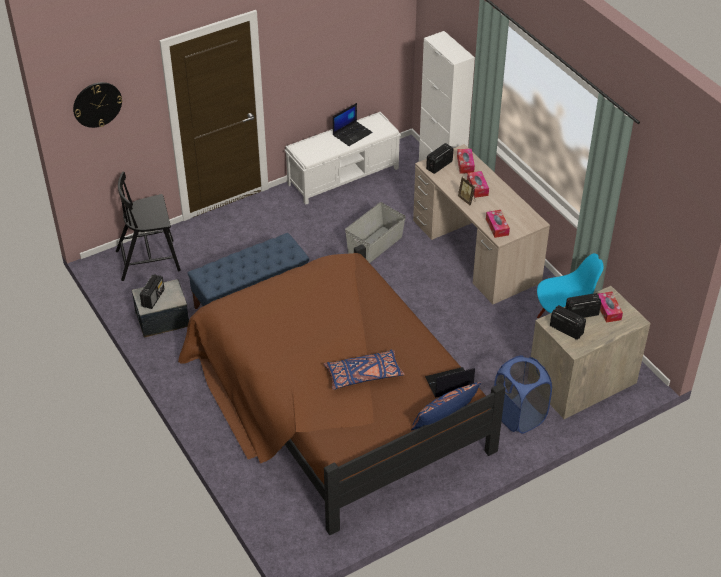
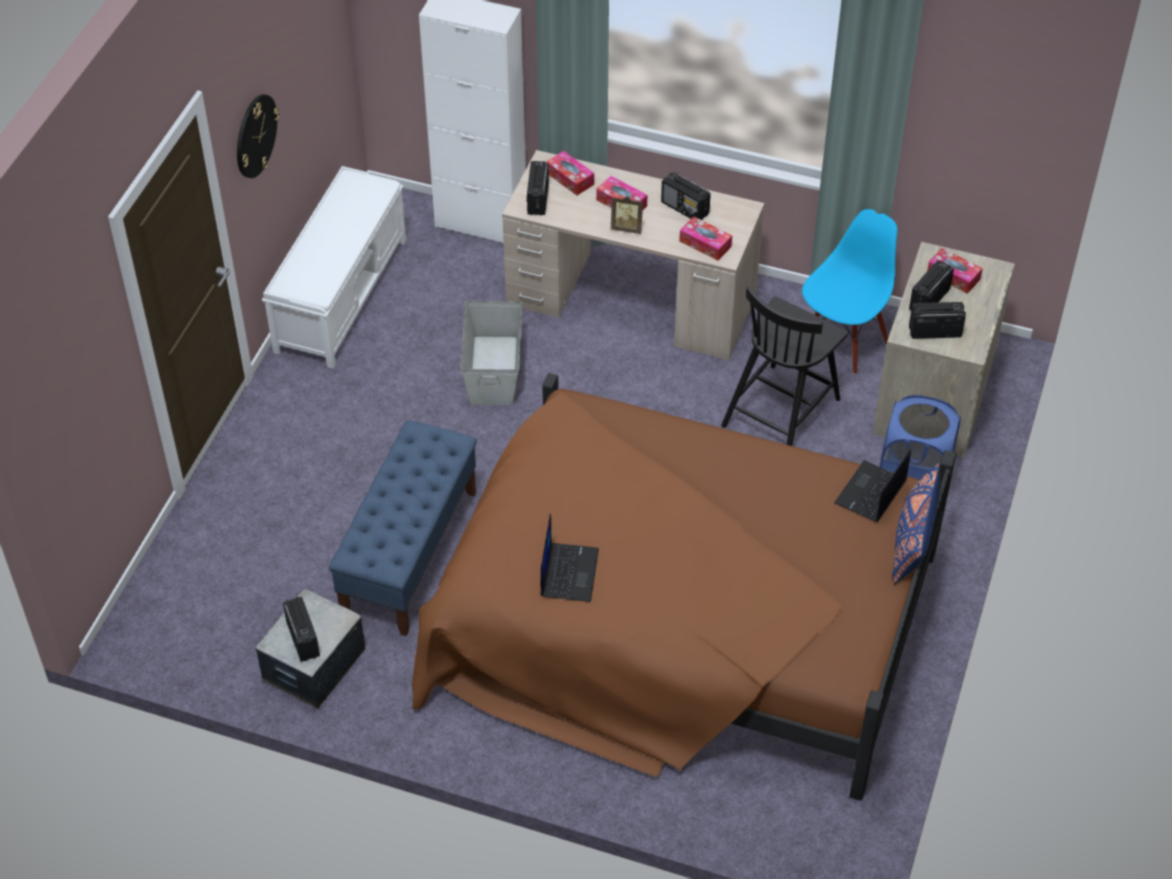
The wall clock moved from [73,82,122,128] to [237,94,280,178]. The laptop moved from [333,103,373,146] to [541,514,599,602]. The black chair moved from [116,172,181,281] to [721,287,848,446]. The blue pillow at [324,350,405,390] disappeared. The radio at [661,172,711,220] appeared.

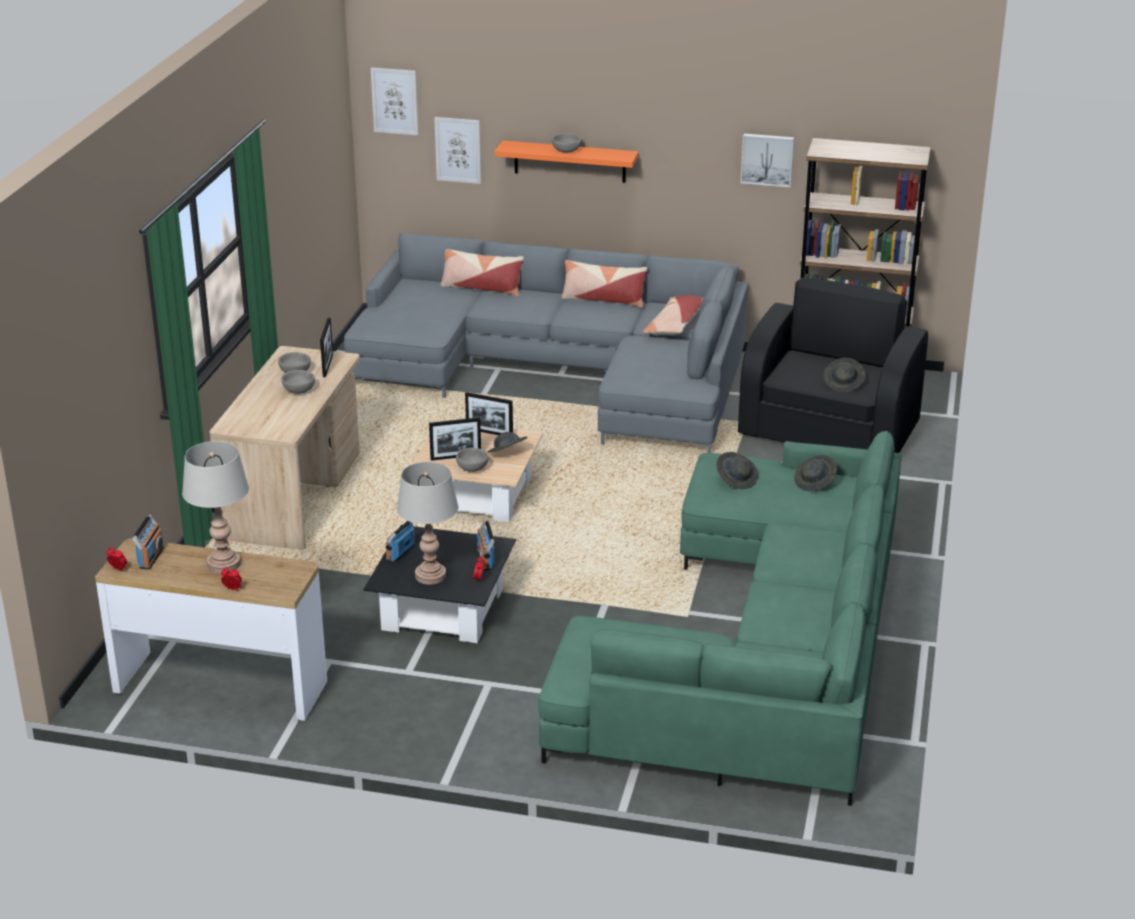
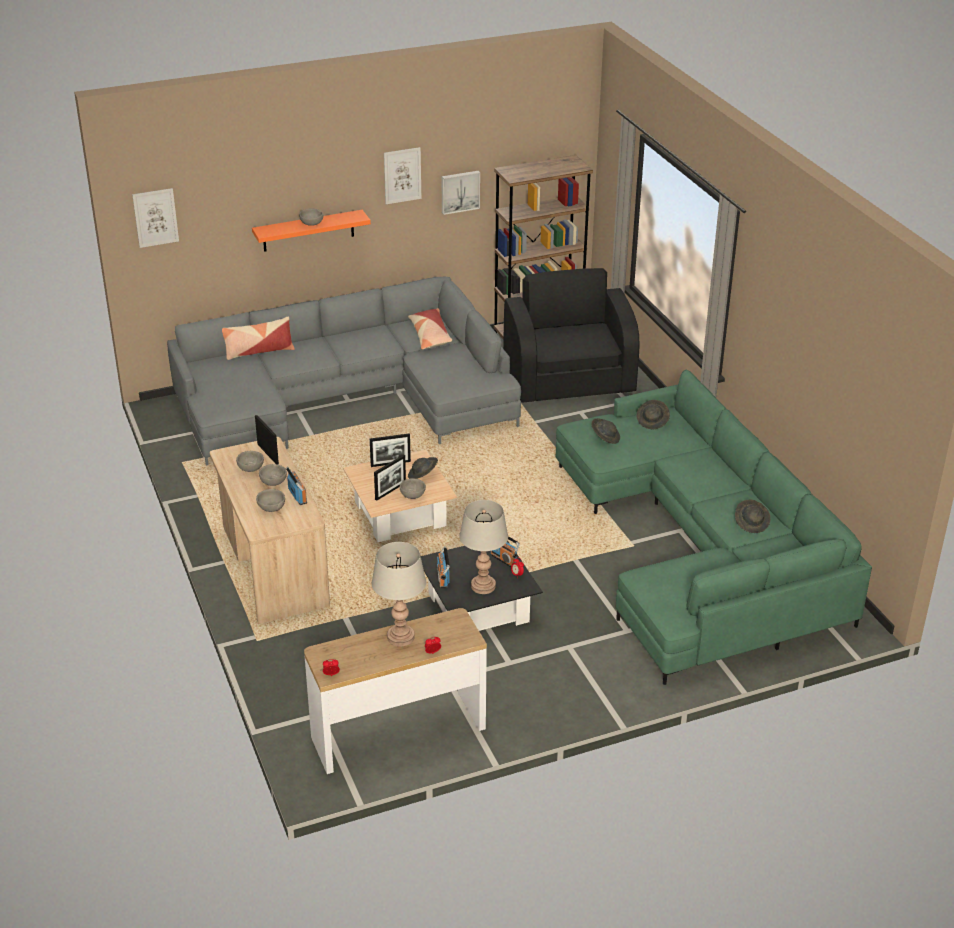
The picture moved from [434,117,481,184] to [384,147,421,204]. The pillow at [562,260,647,308] disappeared. The grey hat moved from [824,358,865,393] to [735,500,770,533]. The radio moved from [132,515,164,569] to [286,467,307,505]. The grey bowl at [256,489,285,512] appeared.

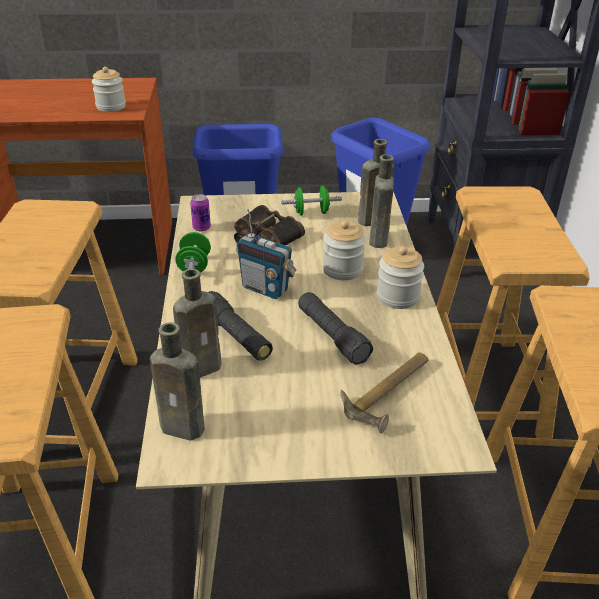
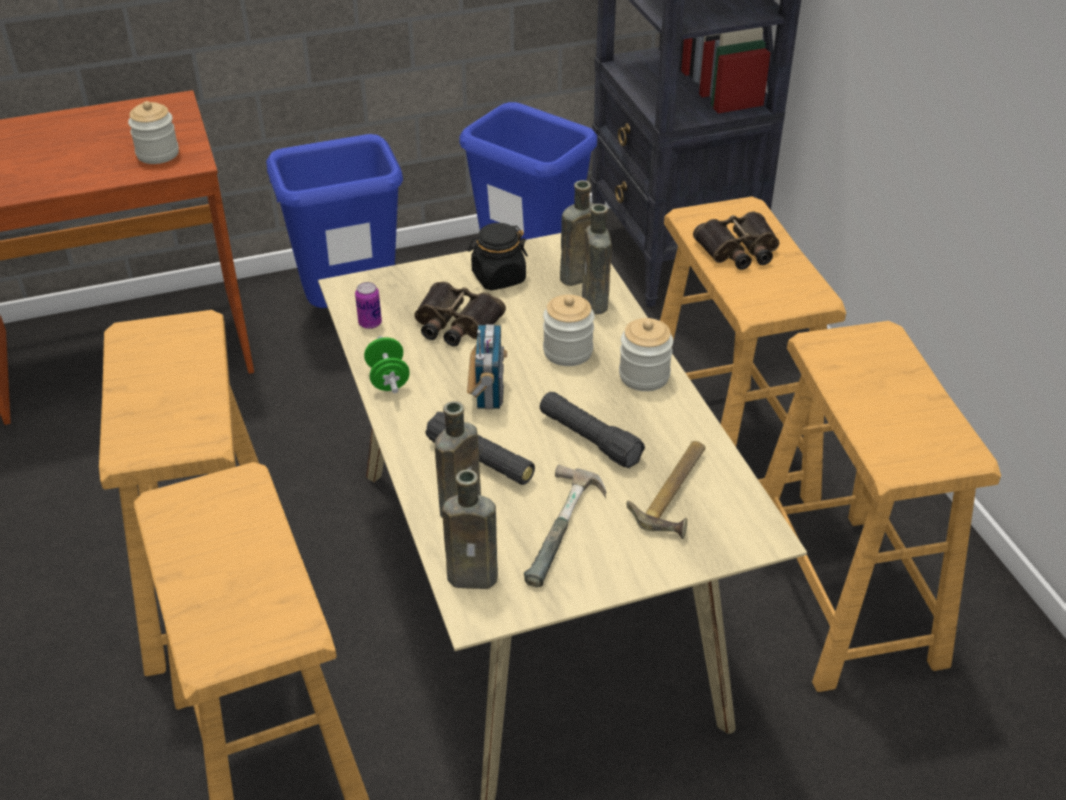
The green dumbbell at [281,186,342,216] was replaced by the black jar at [468,223,528,290]. The radio at [236,209,296,299] turned 105 degrees counterclockwise. The binoculars at [693,211,780,270] appeared. The hammer at [524,465,606,587] appeared.

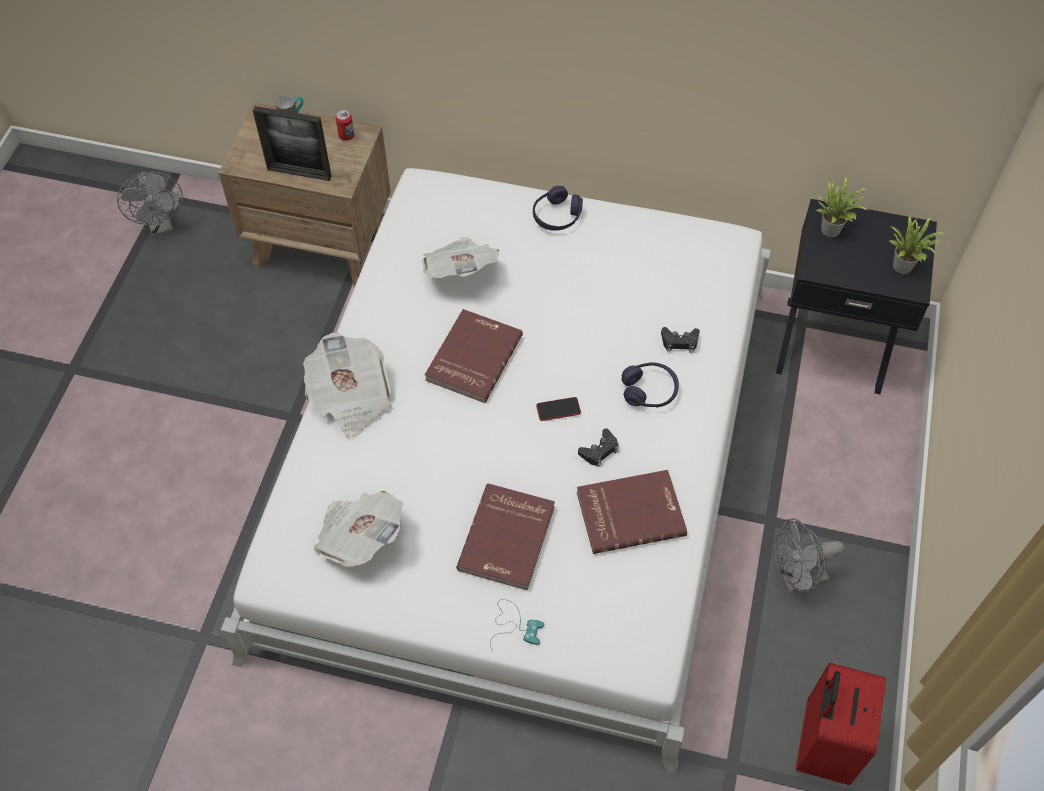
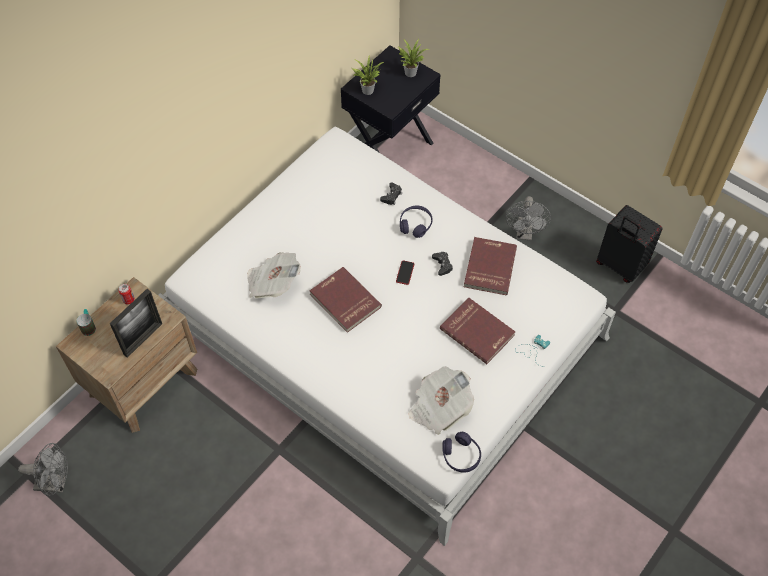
The purple headphones moved from [533,186,583,231] to [442,432,481,473]. The newspaper at [303,332,392,437] disappeared. The red suitcase at [796,663,886,785] became the black suitcase at [596,205,662,283].

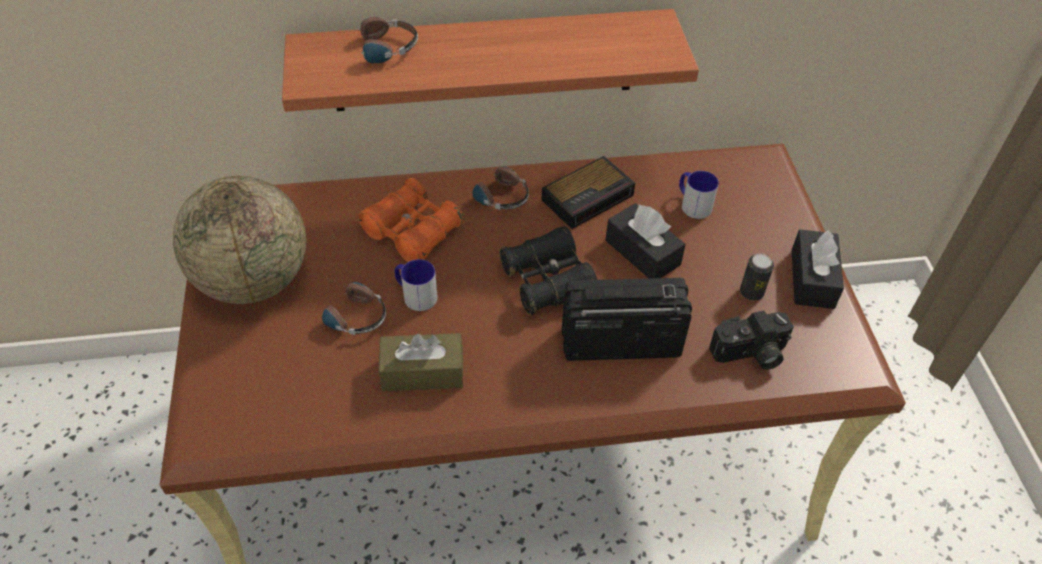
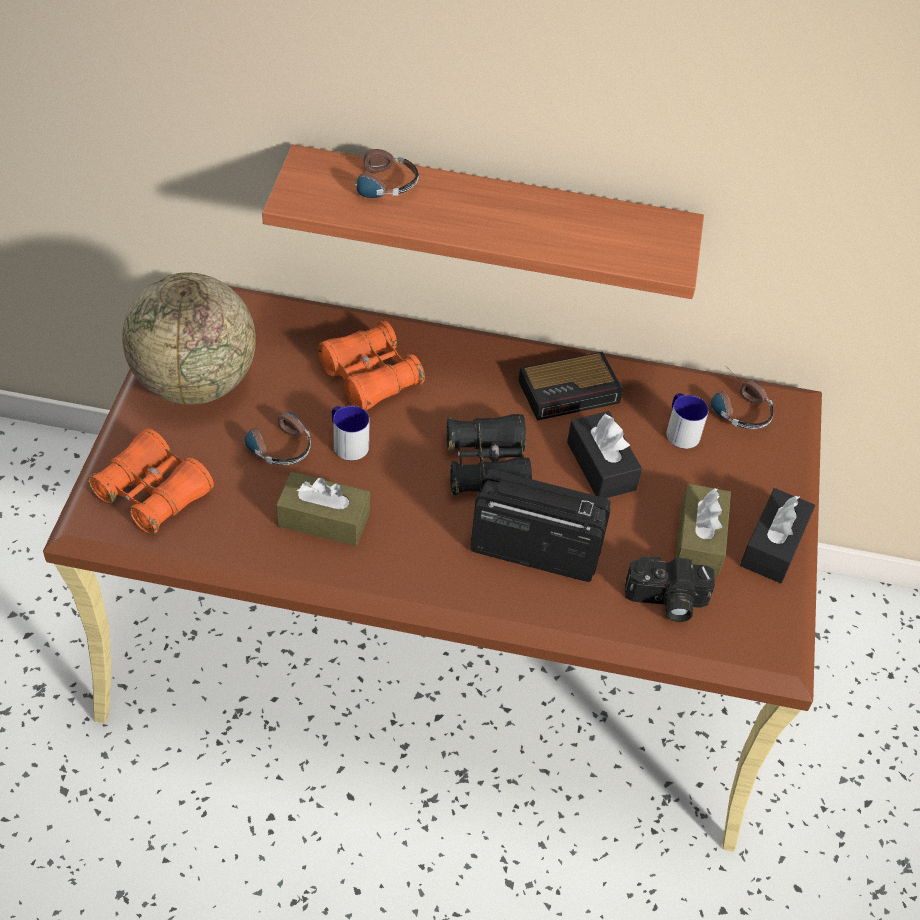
The headphones moved from [472,161,529,210] to [710,369,773,429]. The can at [740,254,774,301] was replaced by the brown tissue box at [675,484,731,577]. The orange binoculars at [88,428,214,535] appeared.

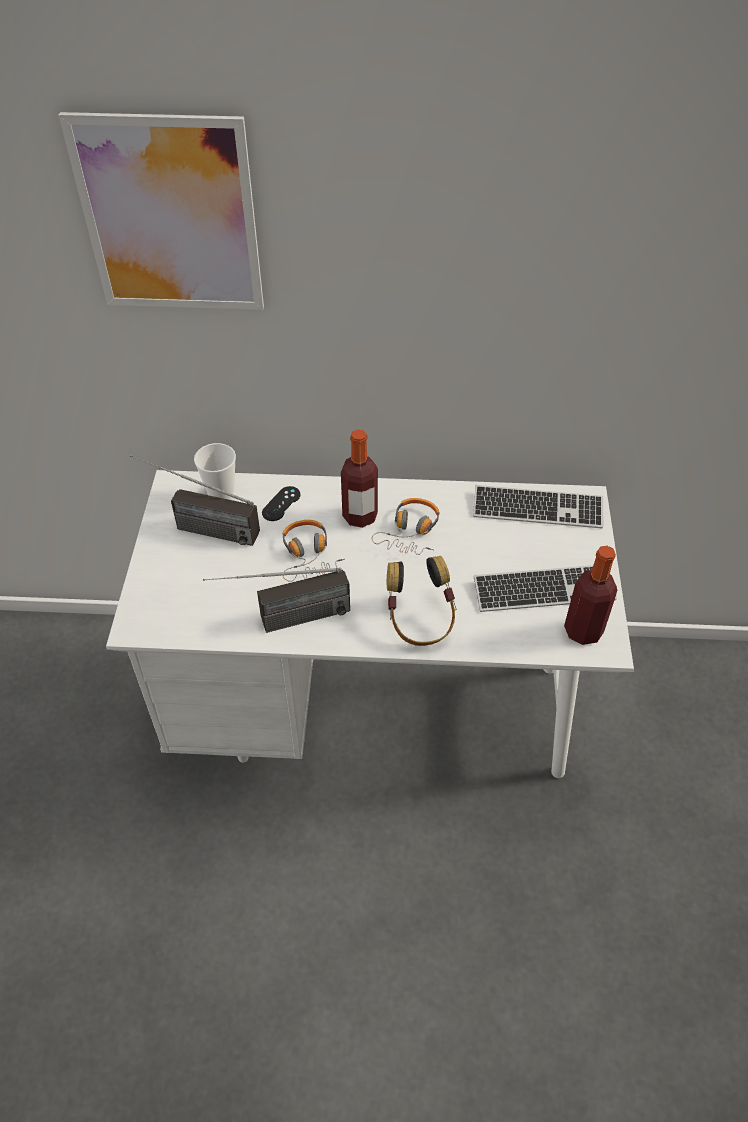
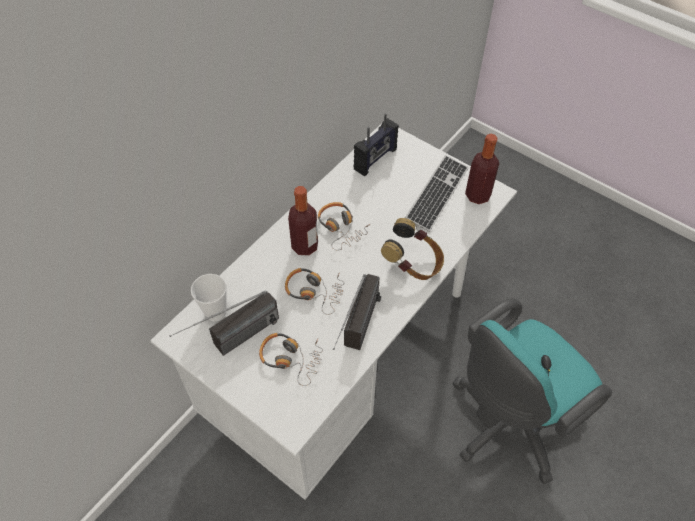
The picture at [59,112,264,310] disappeared. The keyboard at [473,485,603,528] was replaced by the radio at [354,113,399,176]. The black game controller at [262,486,300,521] disappeared. The turquoise office chair at [452,298,612,484] appeared. The headphones at [259,333,323,386] appeared.

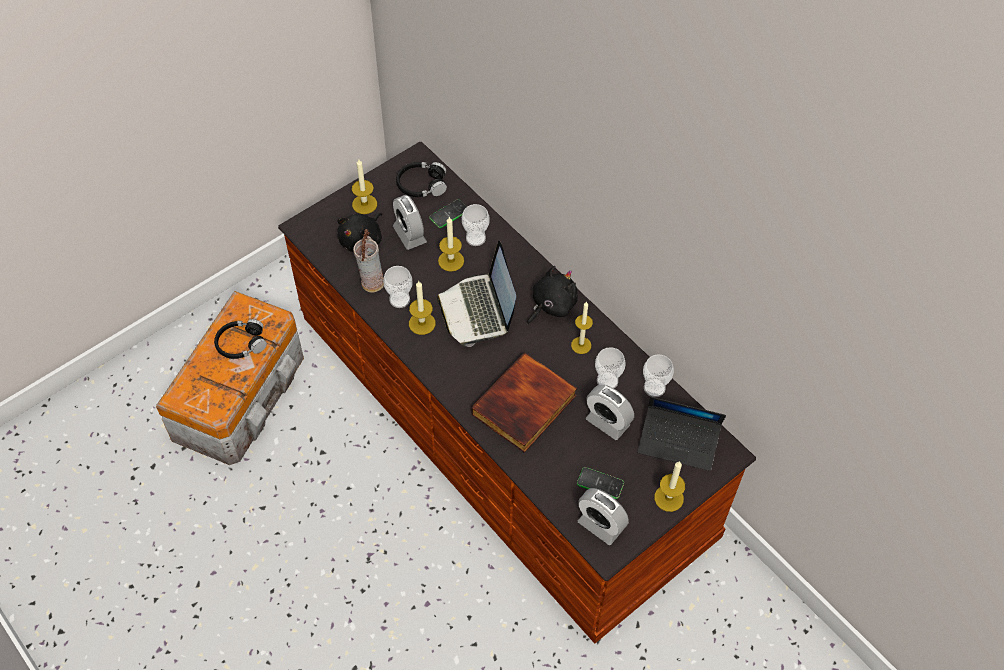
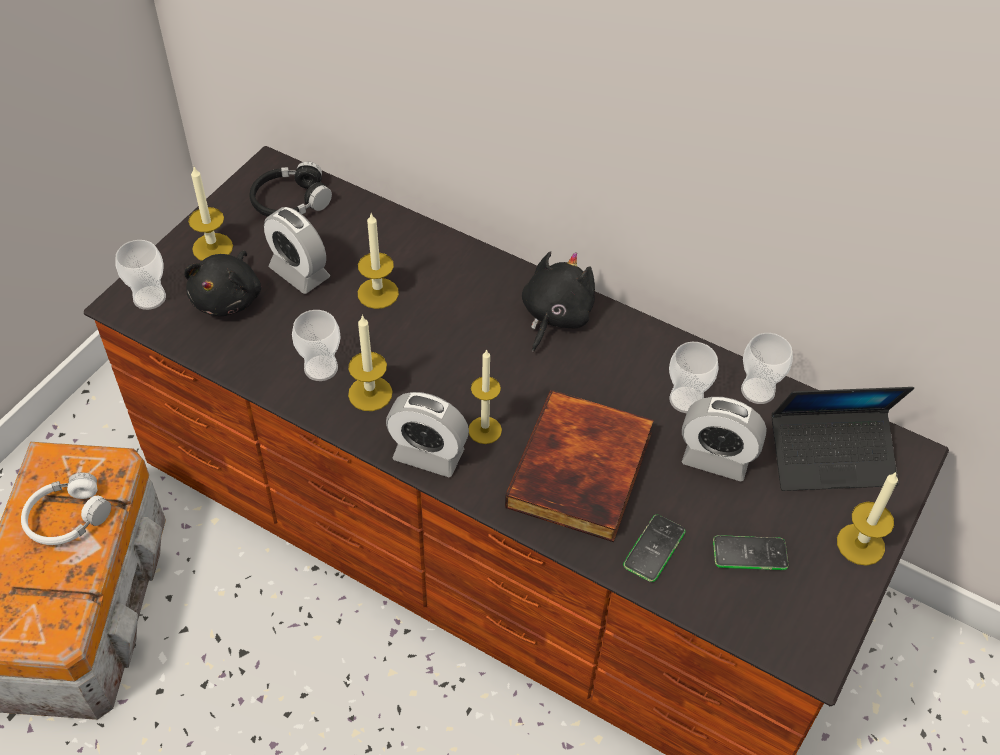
The phone moved from [429,199,467,228] to [623,514,685,582]. The cup moved from [462,204,490,246] to [115,240,166,310]. The vase at [353,229,384,293] disappeared. The laptop at [437,241,516,347] disappeared. The candle moved from [571,301,593,354] to [469,349,502,444]. The black headphones at [214,319,267,359] became the white headphones at [21,473,111,545]. The alarm clock moved from [578,488,629,545] to [386,392,469,477].

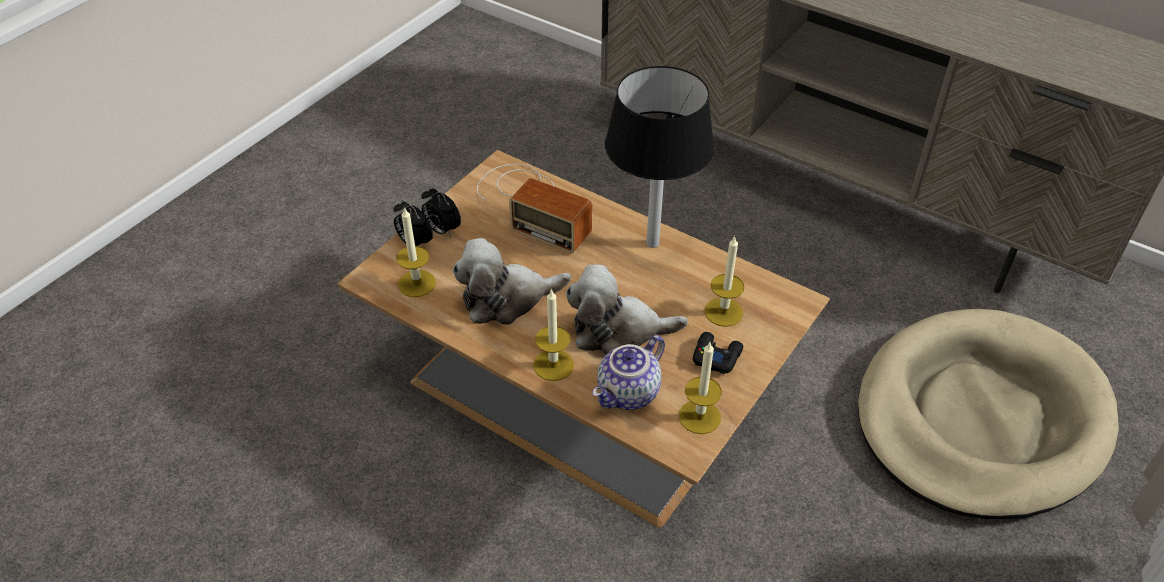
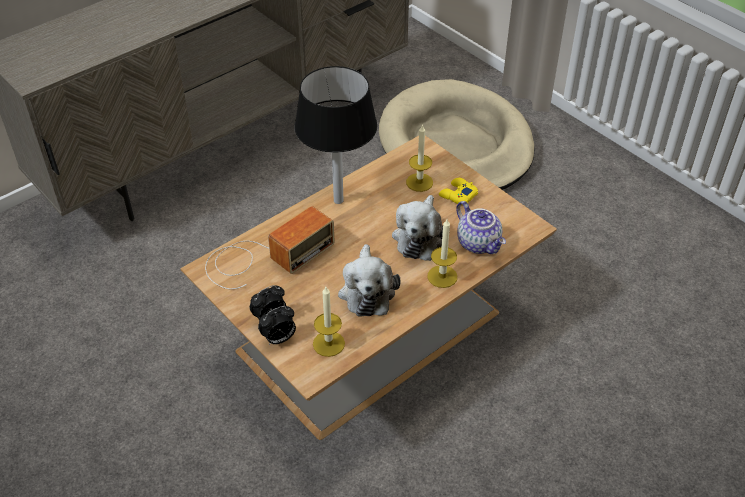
The black game controller at [693,332,743,374] became the yellow game controller at [439,178,478,205]. The candle at [679,342,722,434] disappeared.

